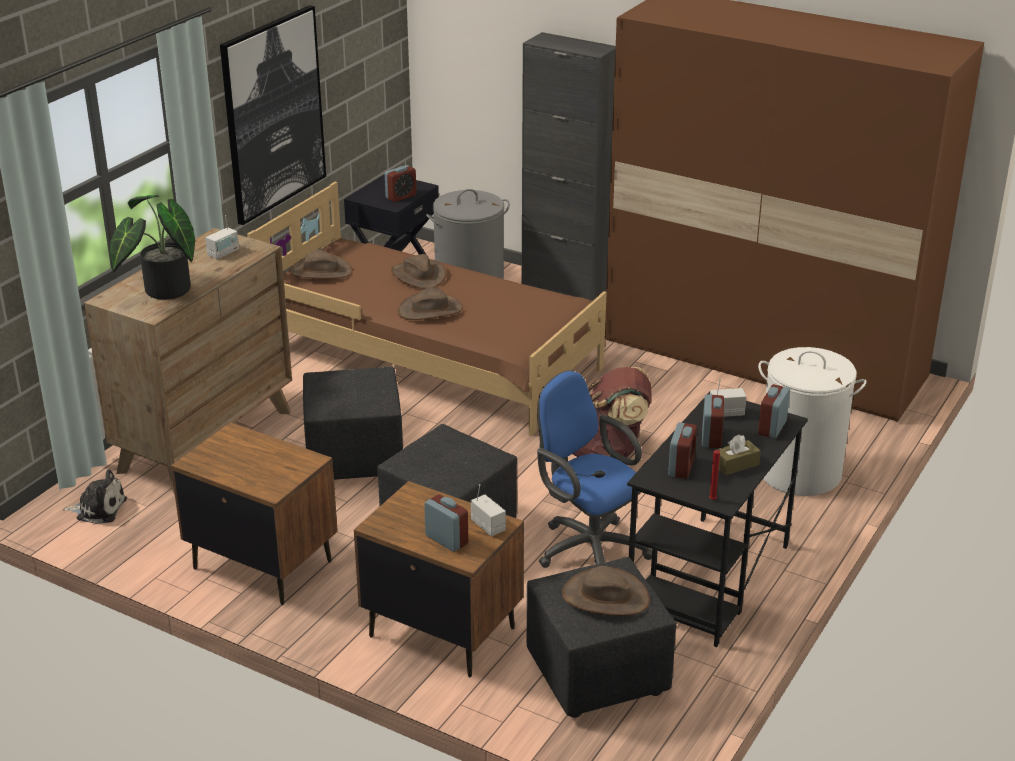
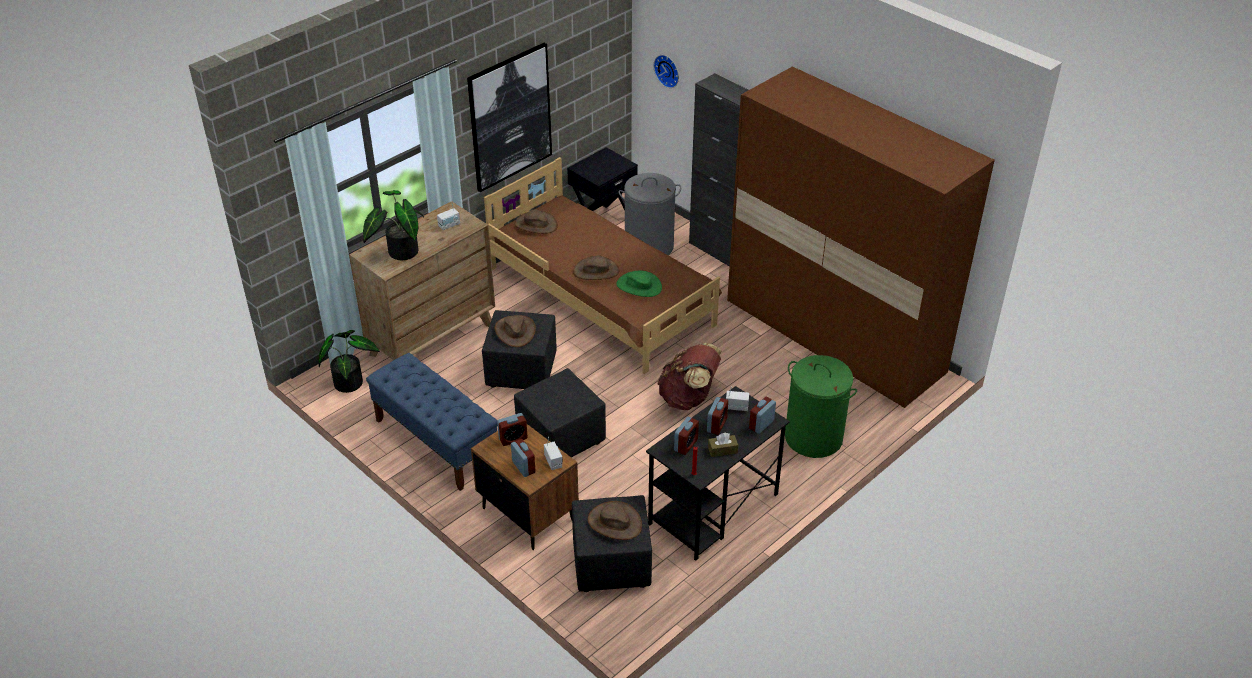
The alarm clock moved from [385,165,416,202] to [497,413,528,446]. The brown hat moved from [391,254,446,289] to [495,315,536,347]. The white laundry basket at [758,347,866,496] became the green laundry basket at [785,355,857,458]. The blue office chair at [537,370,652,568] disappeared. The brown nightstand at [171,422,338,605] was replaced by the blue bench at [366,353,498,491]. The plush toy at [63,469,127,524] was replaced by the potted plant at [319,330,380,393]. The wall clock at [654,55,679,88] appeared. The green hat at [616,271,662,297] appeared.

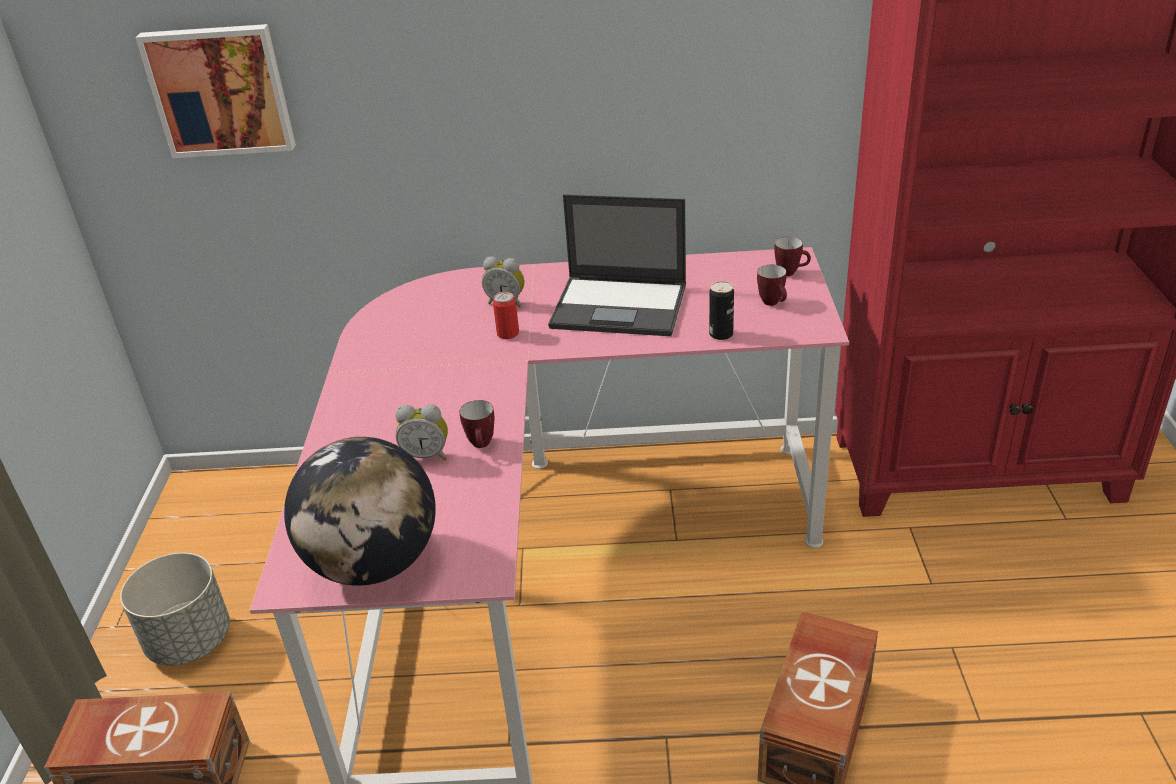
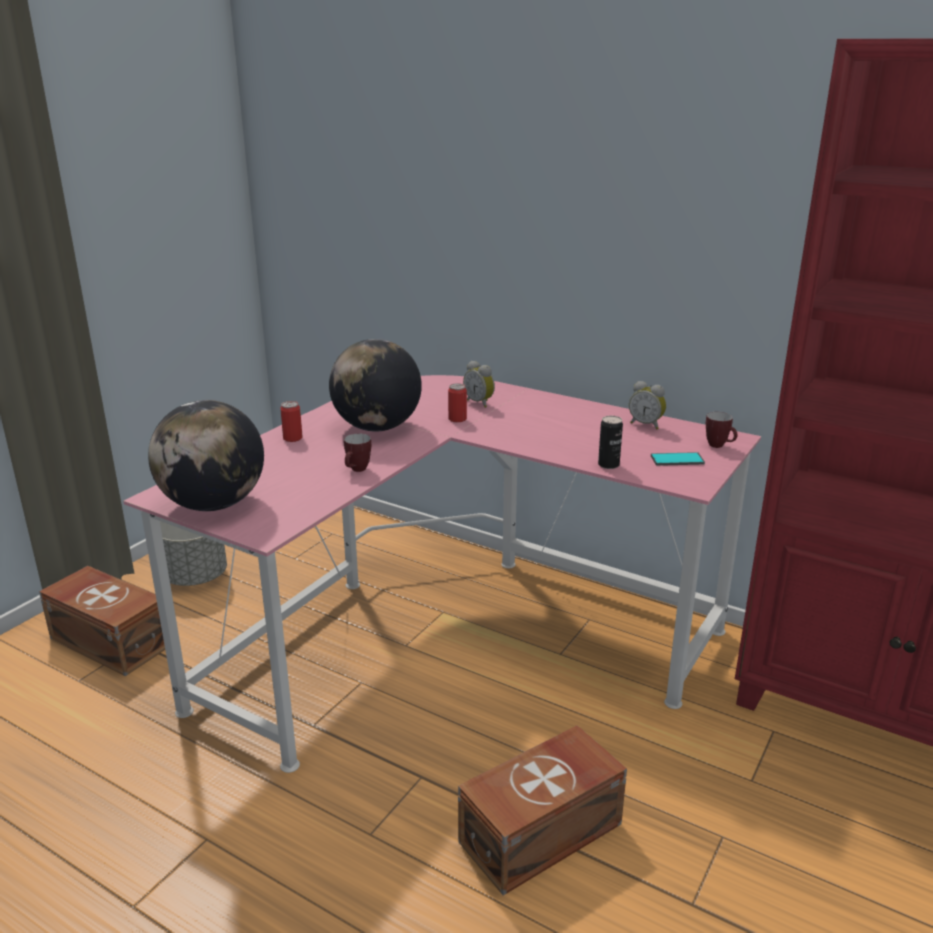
The picture at [135,24,296,158] disappeared. The laptop at [548,194,686,336] disappeared. The mug at [757,264,787,306] was replaced by the phone at [651,452,705,466]. The alarm clock moved from [396,404,448,460] to [629,381,666,429]. The globe at [329,339,422,432] appeared. The can at [280,401,303,442] appeared.

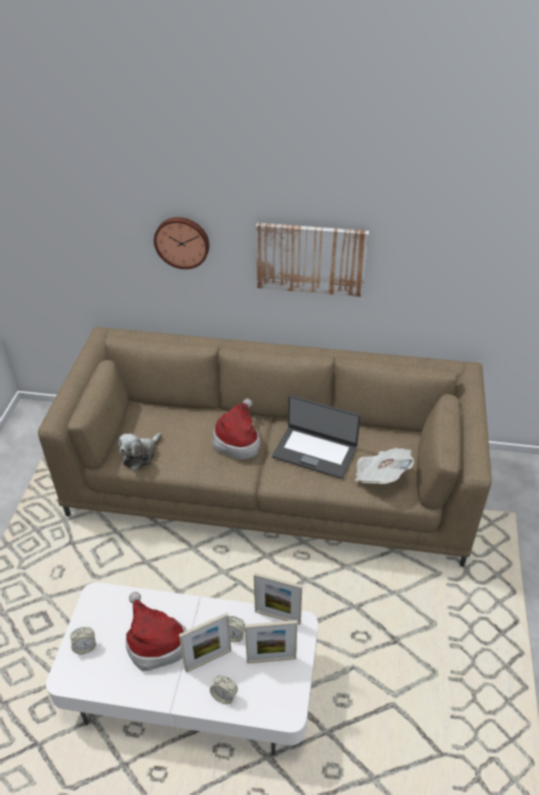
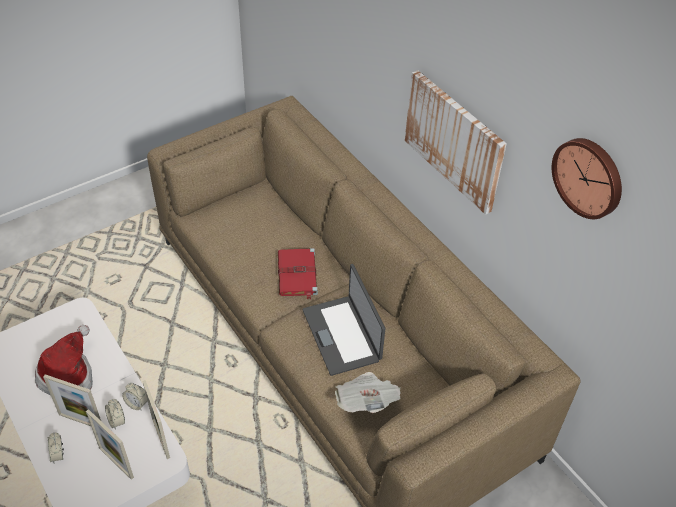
The wall clock moved from [154,217,209,269] to [552,138,622,219]. The hat at [212,398,260,460] was replaced by the red book at [278,248,318,299]. The plush toy at [118,433,162,471] disappeared. The alarm clock moved from [70,627,96,654] to [122,383,148,411].

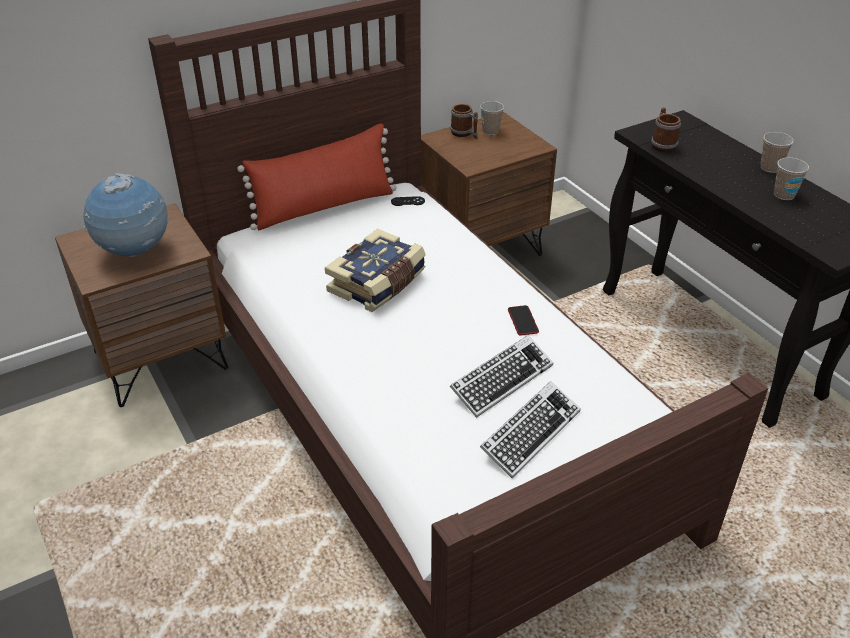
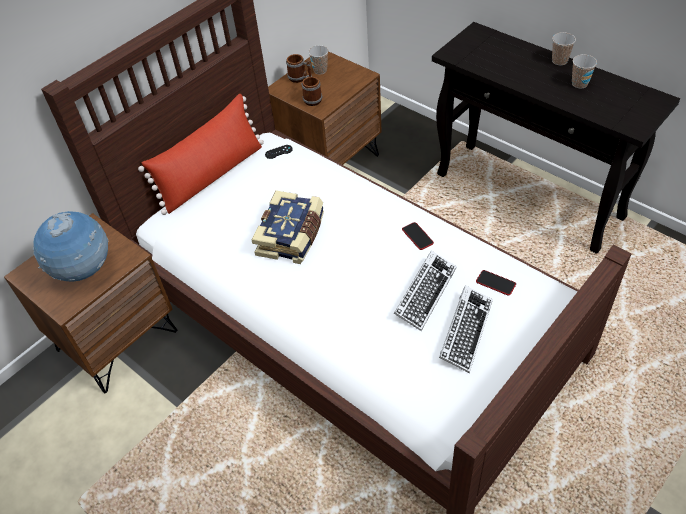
The mug moved from [651,107,681,152] to [302,72,322,106]. The phone at [476,270,516,296] appeared.

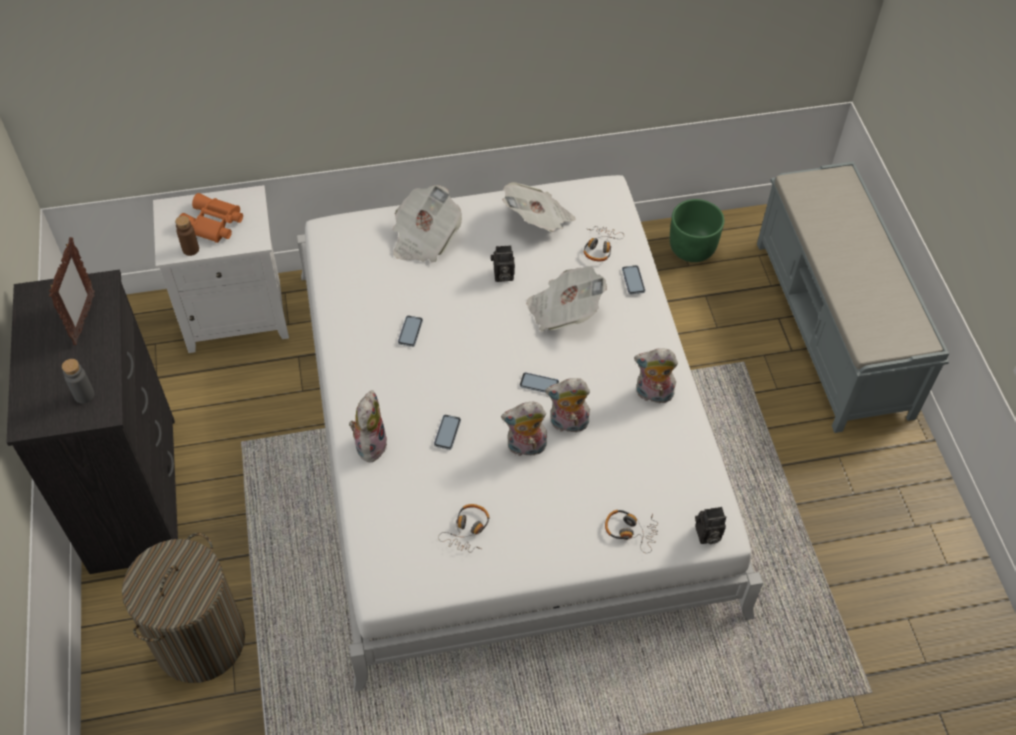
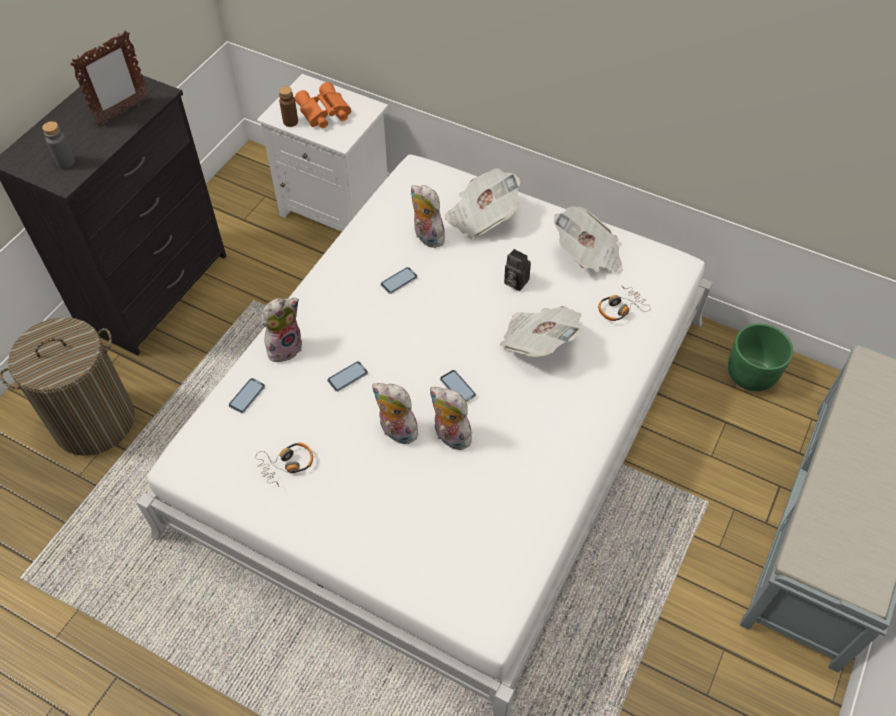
The phone moved from [622,265,645,294] to [228,378,265,413]. The plush toy moved from [634,348,678,403] to [411,185,448,248]. The photo camera at [695,507,726,544] disappeared. The headphones at [605,510,658,553] disappeared.

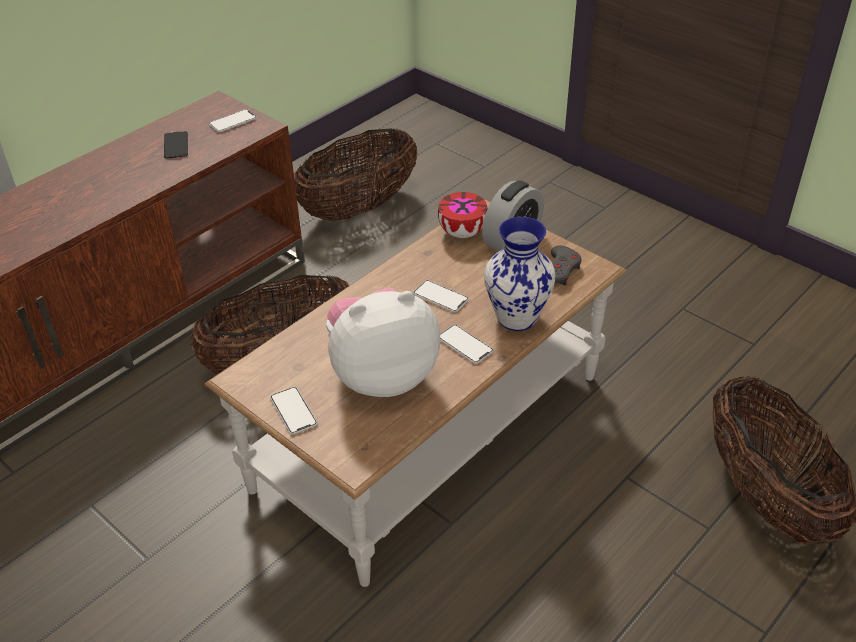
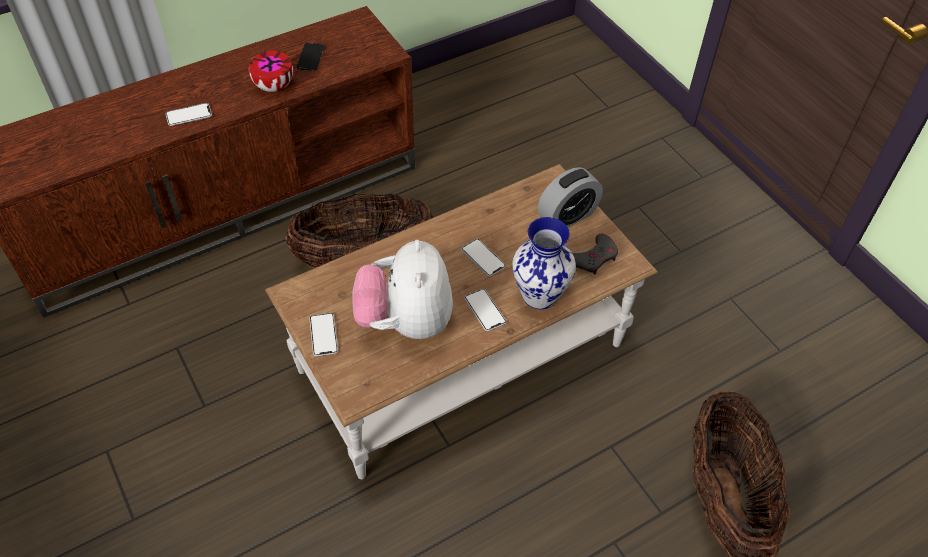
The phone moved from [209,109,257,132] to [166,103,212,126]. The basket at [294,128,418,221] disappeared. The bowl moved from [438,192,488,238] to [249,51,293,92]. The plush toy at [326,288,440,397] turned 90 degrees counterclockwise.

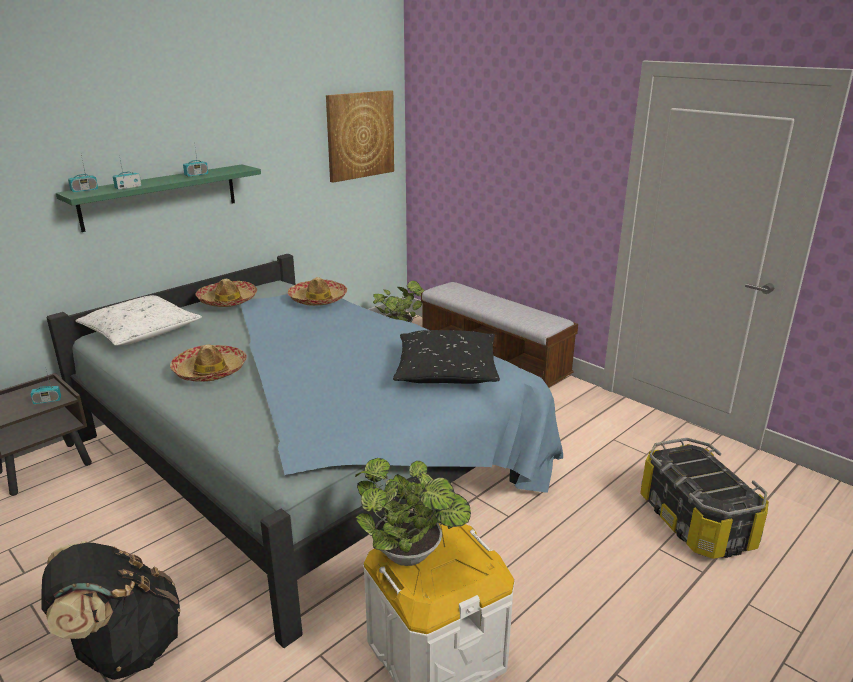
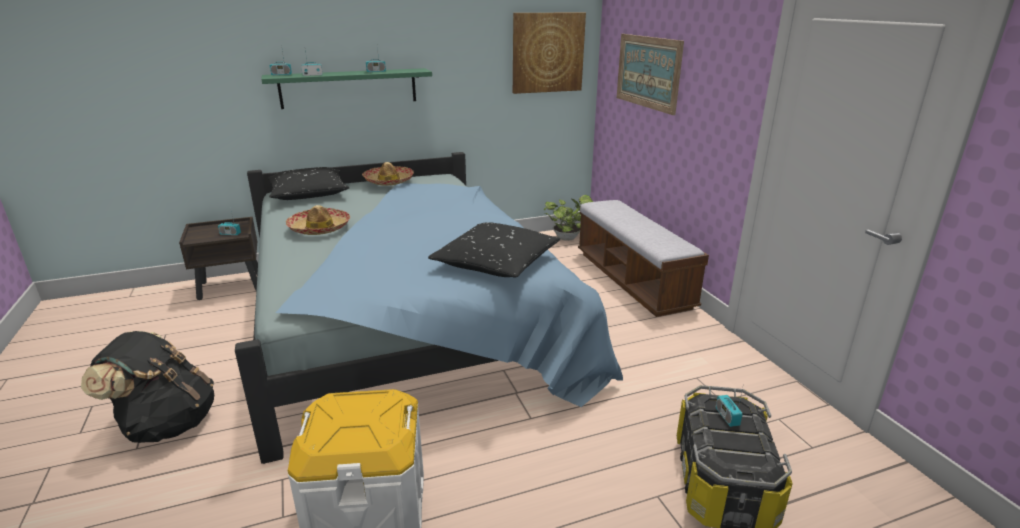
The hat at [288,277,347,306] disappeared. The white pillow at [76,295,202,346] became the black pillow at [268,167,349,200]. The potted plant at [355,458,471,566] disappeared. The picture at [617,34,684,115] appeared. The radio at [716,383,744,427] appeared.

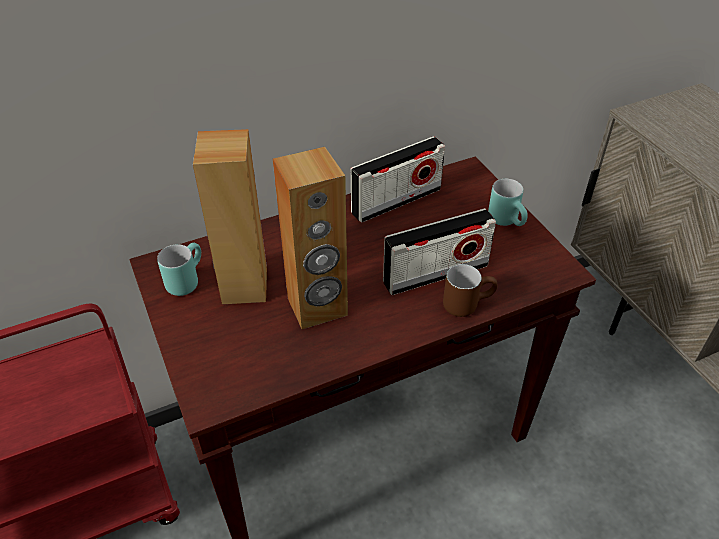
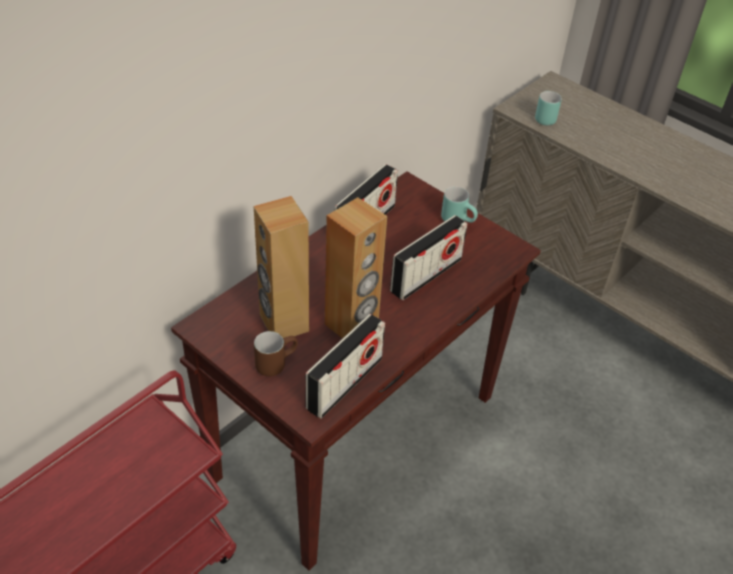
The turquoise mug moved from [157,243,201,296] to [535,91,562,126]. The brown mug moved from [443,264,498,317] to [254,331,298,376]. The radio at [305,314,385,419] appeared.

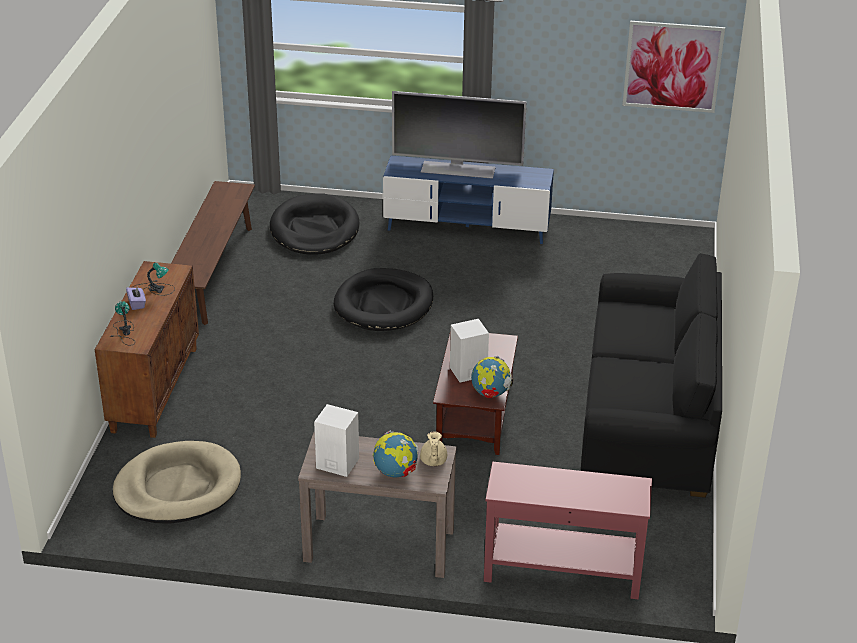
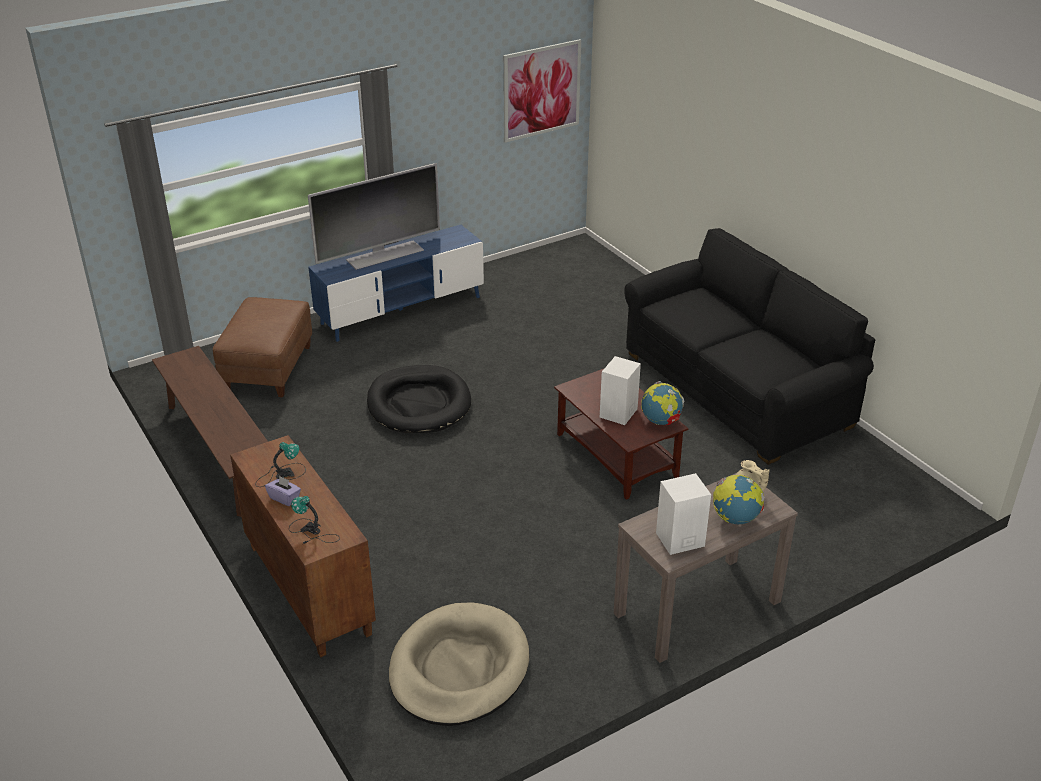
The black dog bed at [270,194,359,255] was replaced by the brown ottoman at [213,297,312,397]. The red console table at [484,462,652,599] disappeared.

